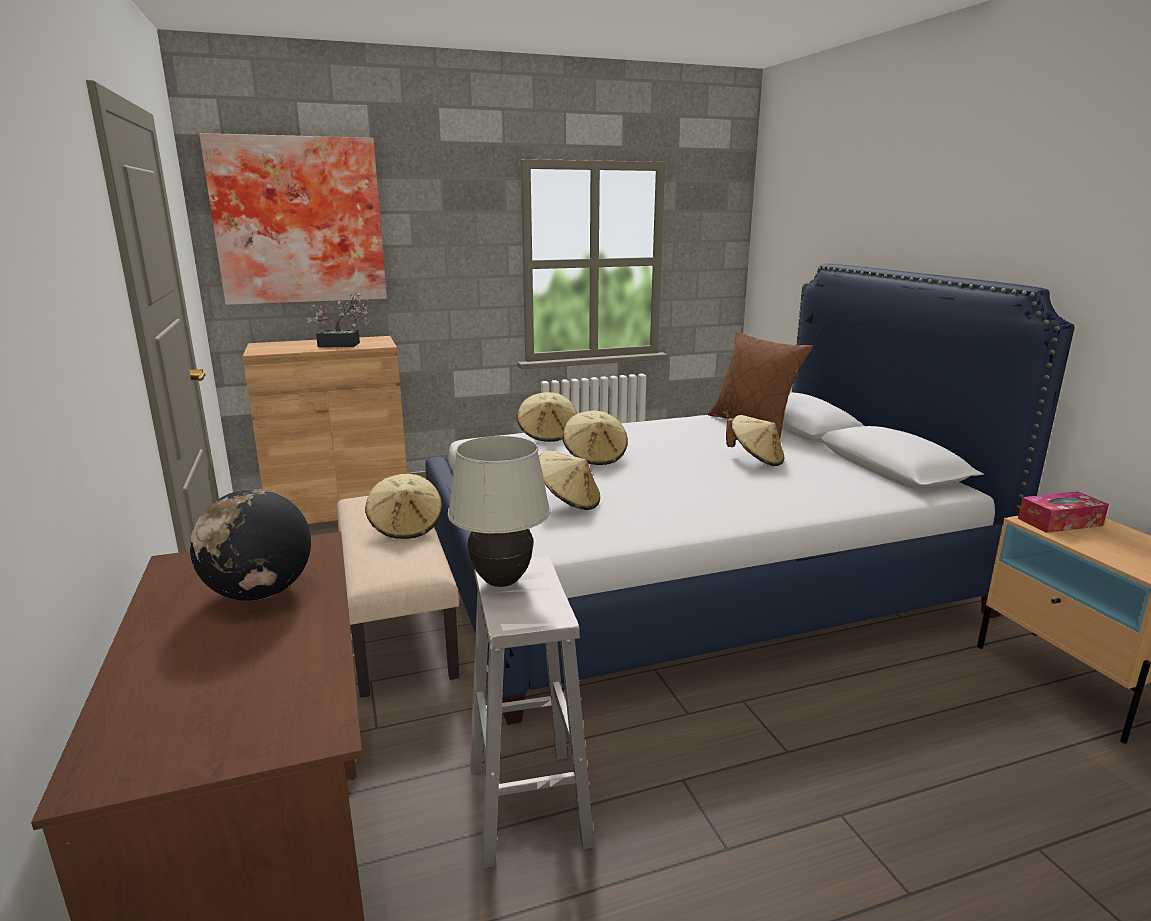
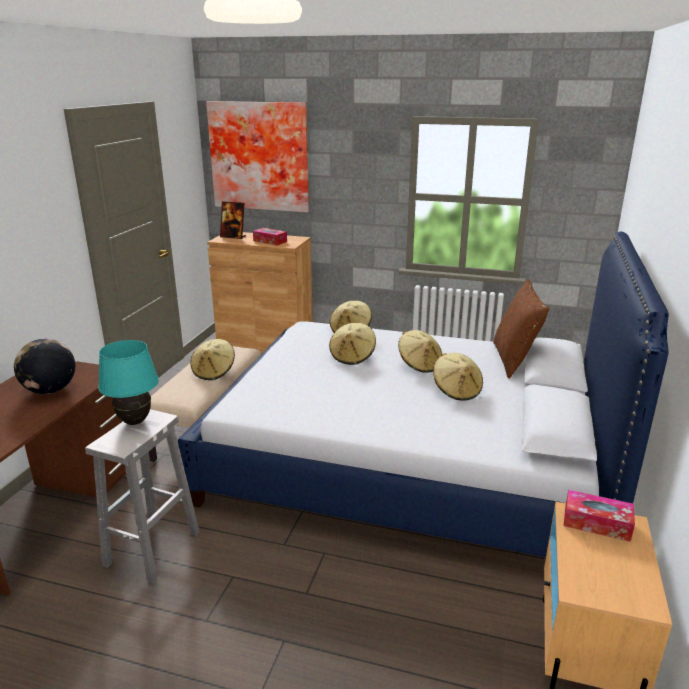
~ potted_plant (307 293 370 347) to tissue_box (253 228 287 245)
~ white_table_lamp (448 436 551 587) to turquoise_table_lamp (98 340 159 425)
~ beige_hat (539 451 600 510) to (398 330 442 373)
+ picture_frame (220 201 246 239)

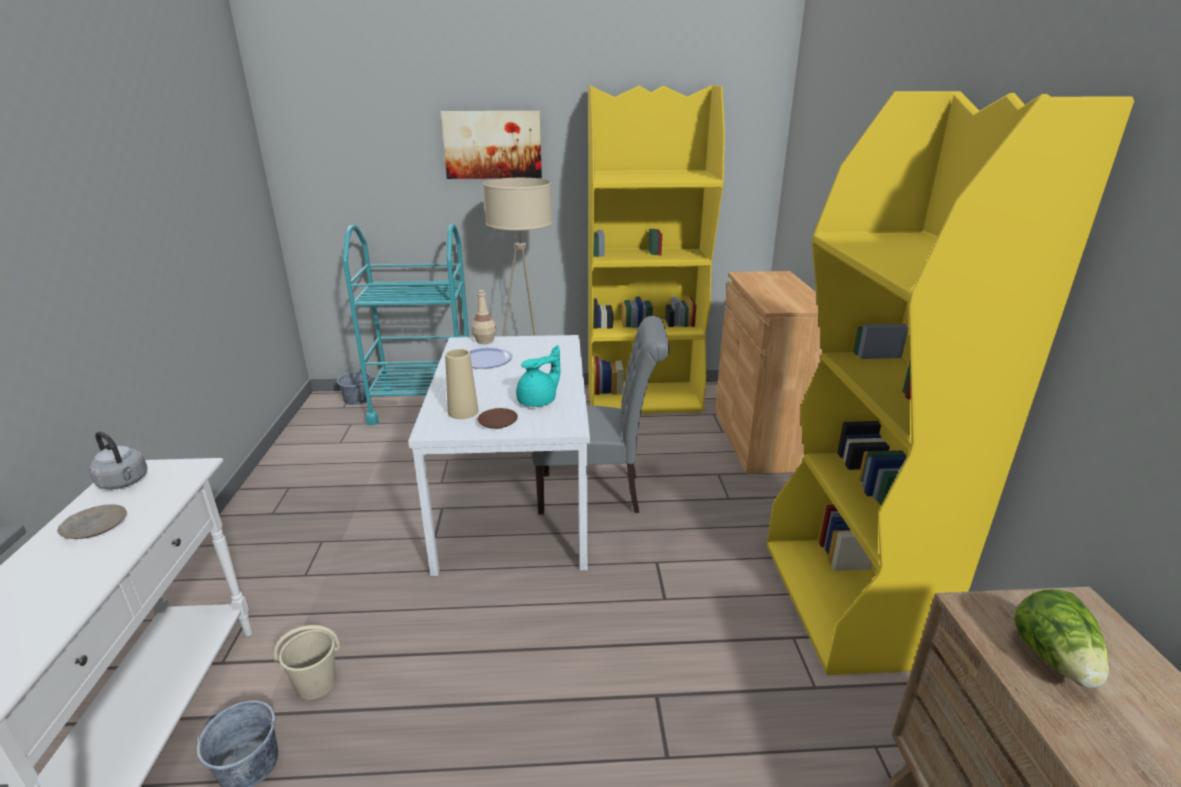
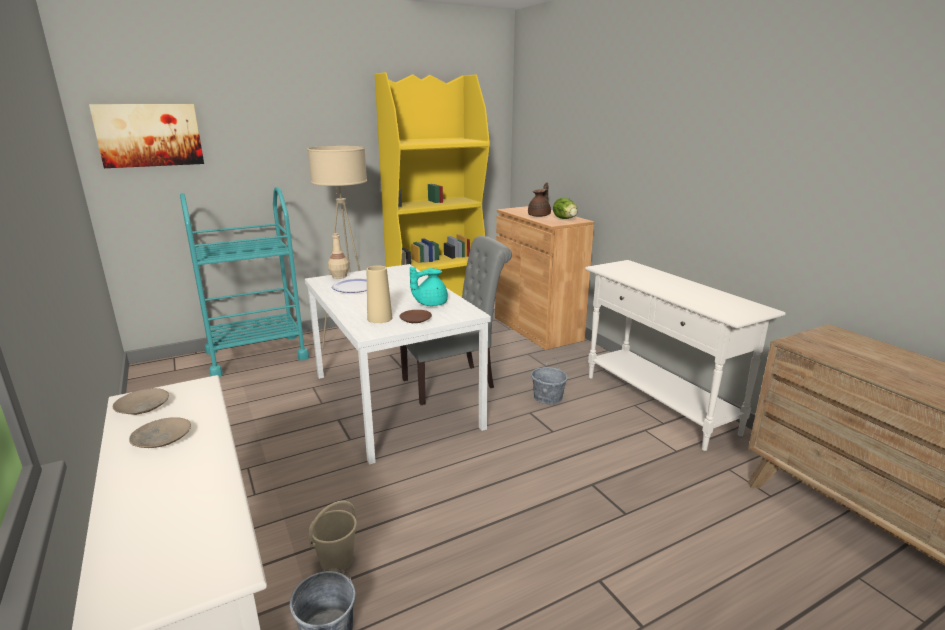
~ grey_kettle (89 431 147 489) to beige_plate (113 388 169 415)
~ grey_bucket (336 363 371 405) to (531 358 568 404)
~ picture (441 111 542 179) to (89 104 204 168)
~ turquoise_teapot (516 345 560 407) = (410 267 448 306) 150 degrees counterclockwise
~ yellow_bookcase (767 91 1134 675) to white_console_table (585 260 786 451)
~ lettuce (1014 589 1109 688) to (553 197 578 219)
+ brown_teapot (528 182 551 217)

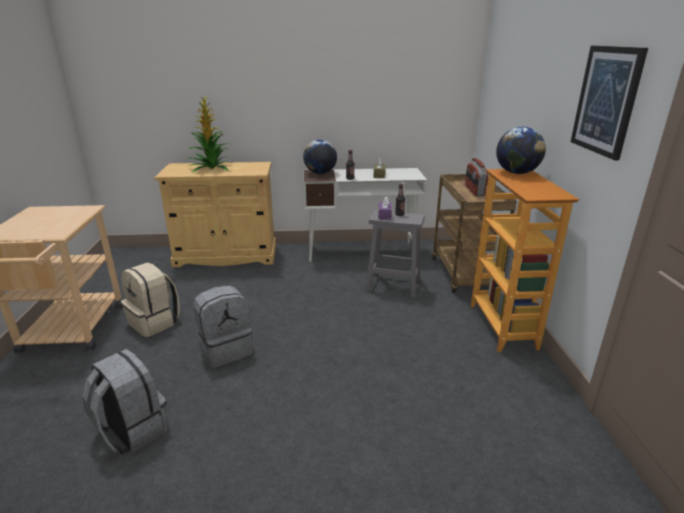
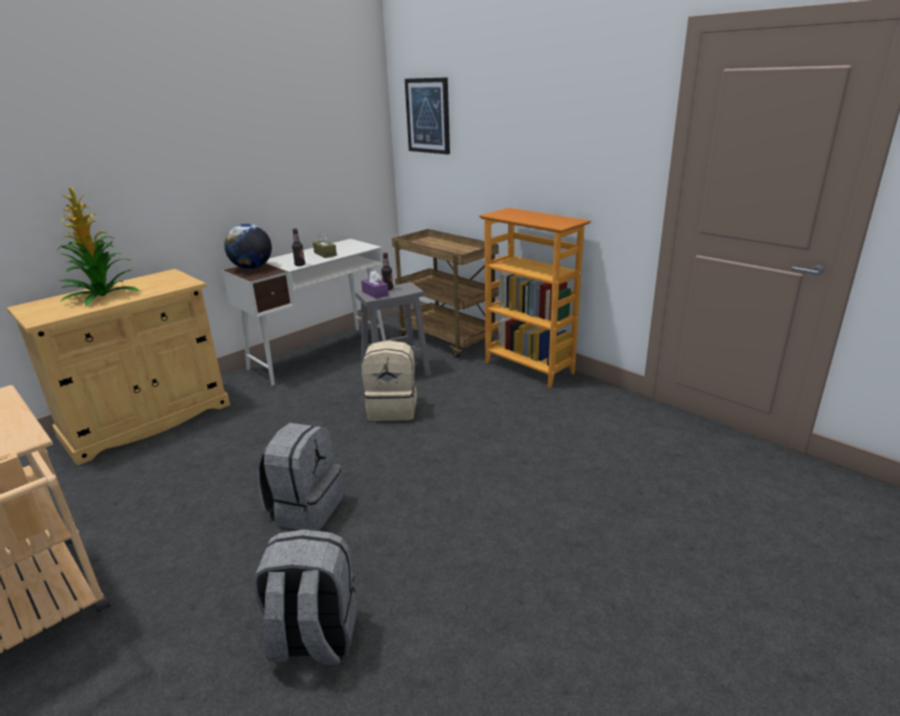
~ beige_backpack (121 262 180 337) to (362 340 417 421)
- radio (465 158 488 196)
- globe (496 127 546 174)
~ picture (571 45 648 160) to (405 77 450 154)

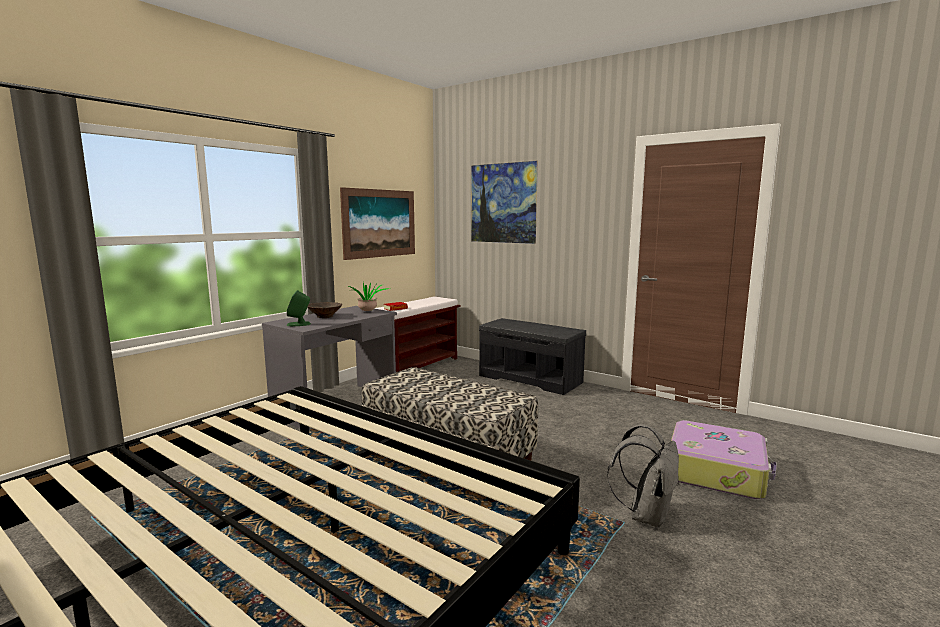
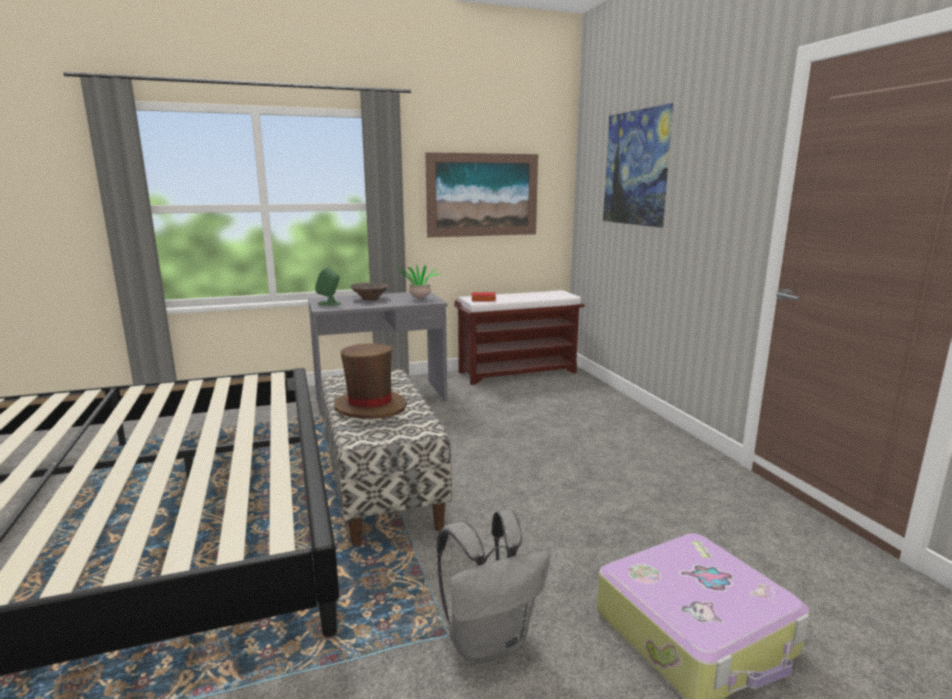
- grey_bench (479 318 586 395)
+ brown_hat (334 343 407 419)

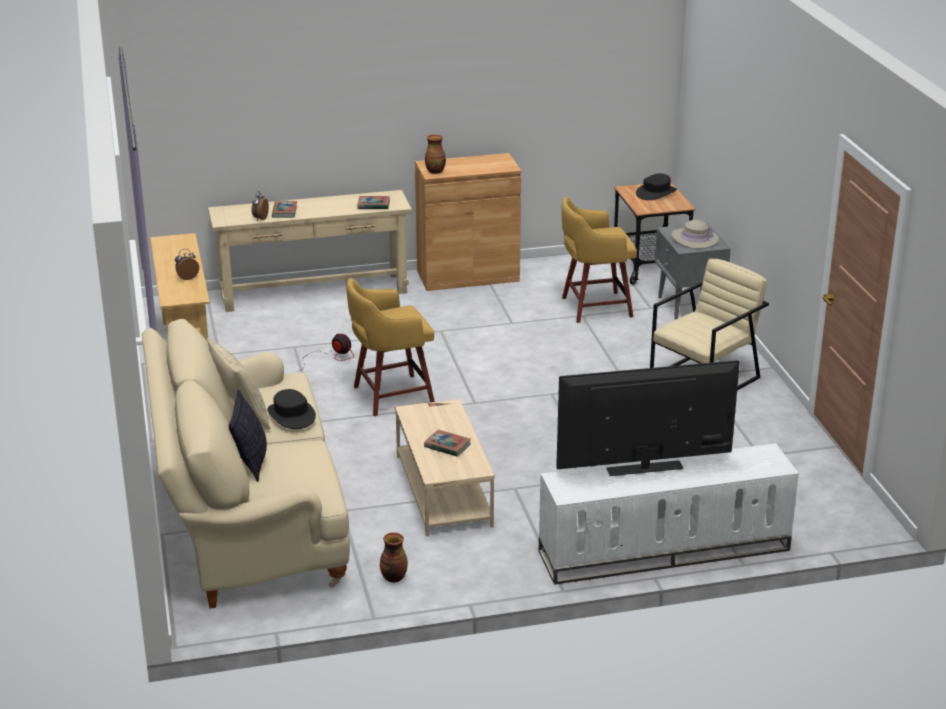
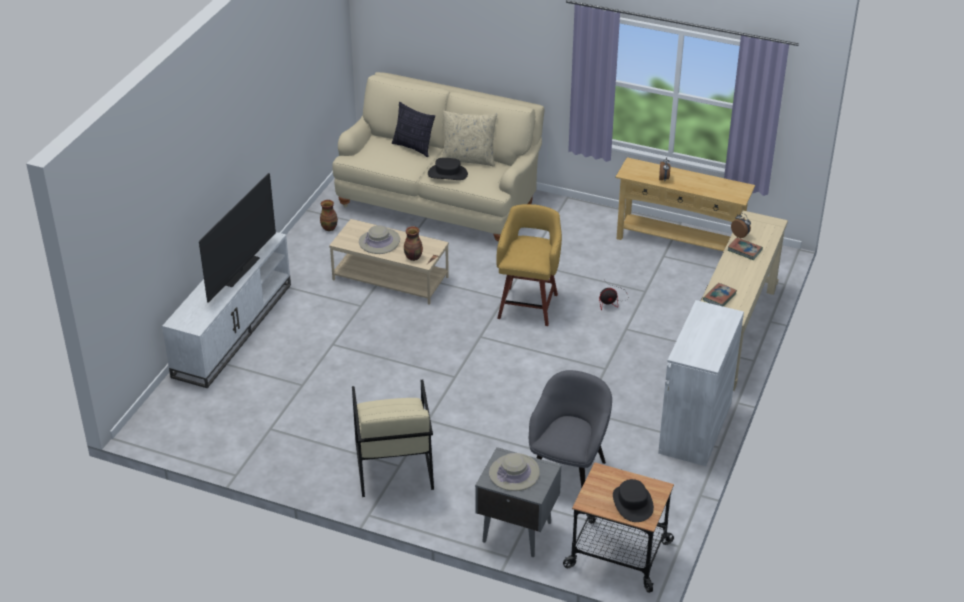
~ brown_cabinet (415 153 521 291) to white_cabinet (658 300 744 466)
~ book (424 430 471 457) to beige_hat (359 225 400 254)
~ vase (425 134 446 174) to (404 227 423 261)
~ yellow_stool (561 197 637 323) to grey_armchair (529 370 612 488)

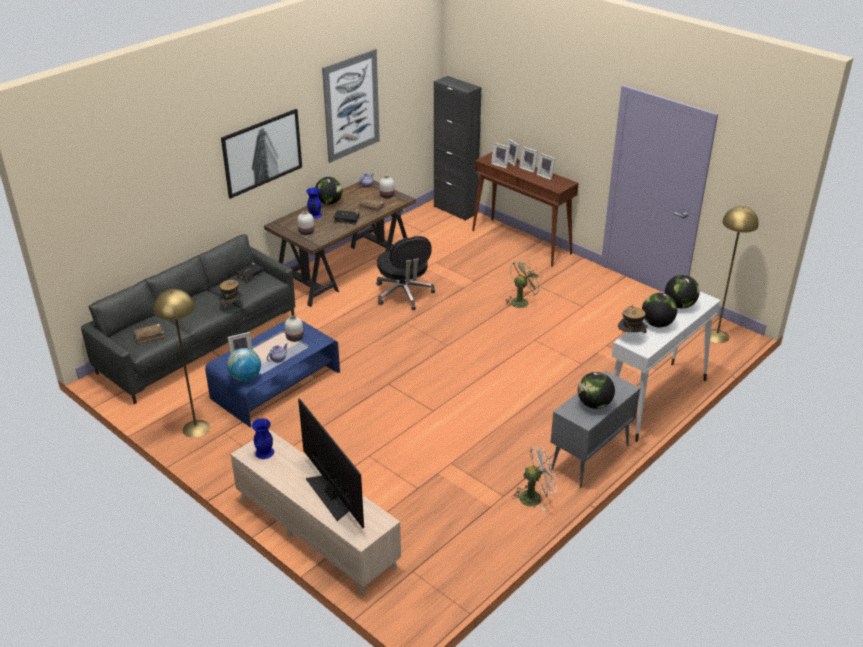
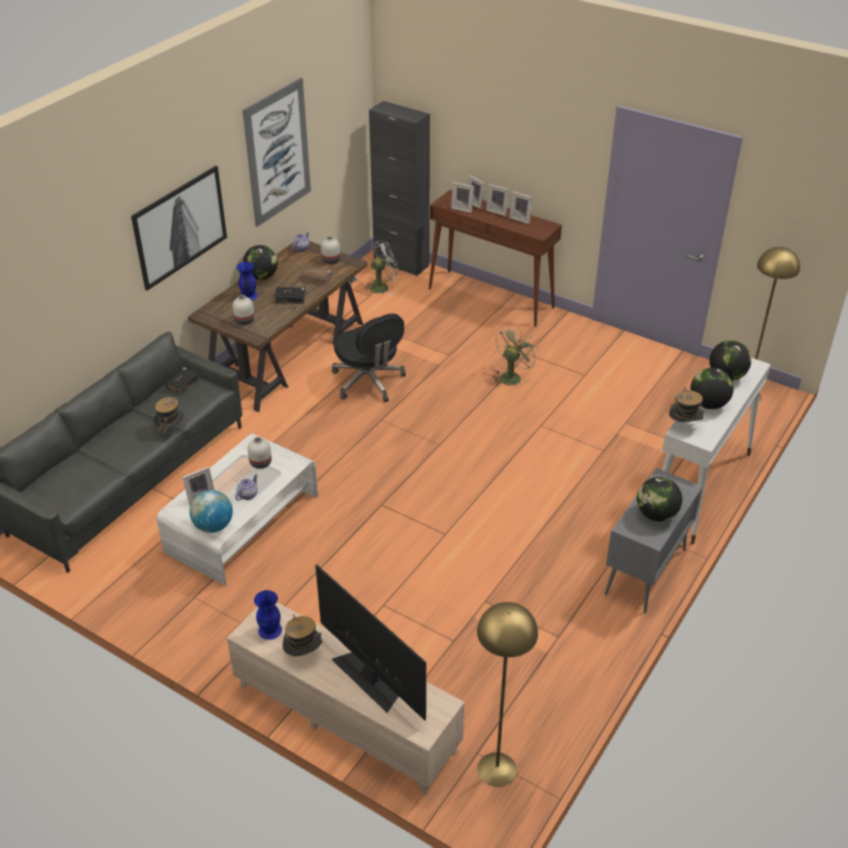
- brown_book (134 323 164 344)
~ yellow_floor_lamp (154 289 210 438) to (477 602 538 787)
~ blue_coffee_table (205 320 340 427) to white_coffee_table (157 433 318 586)
~ white_fan (512 446 557 511) to (363 240 400 295)
+ hat (283 615 322 657)

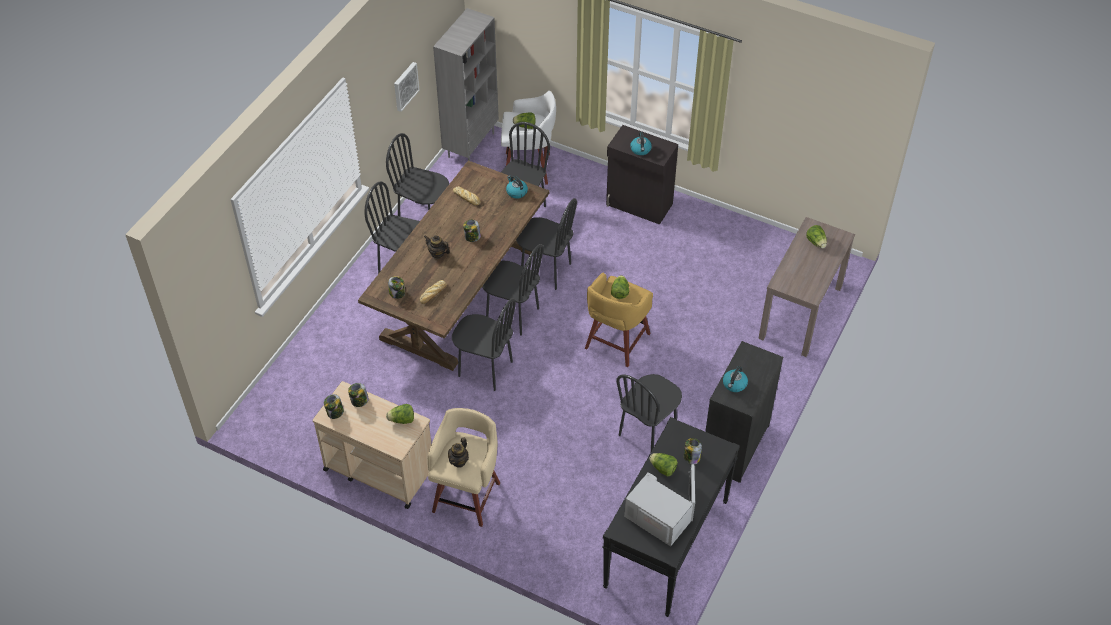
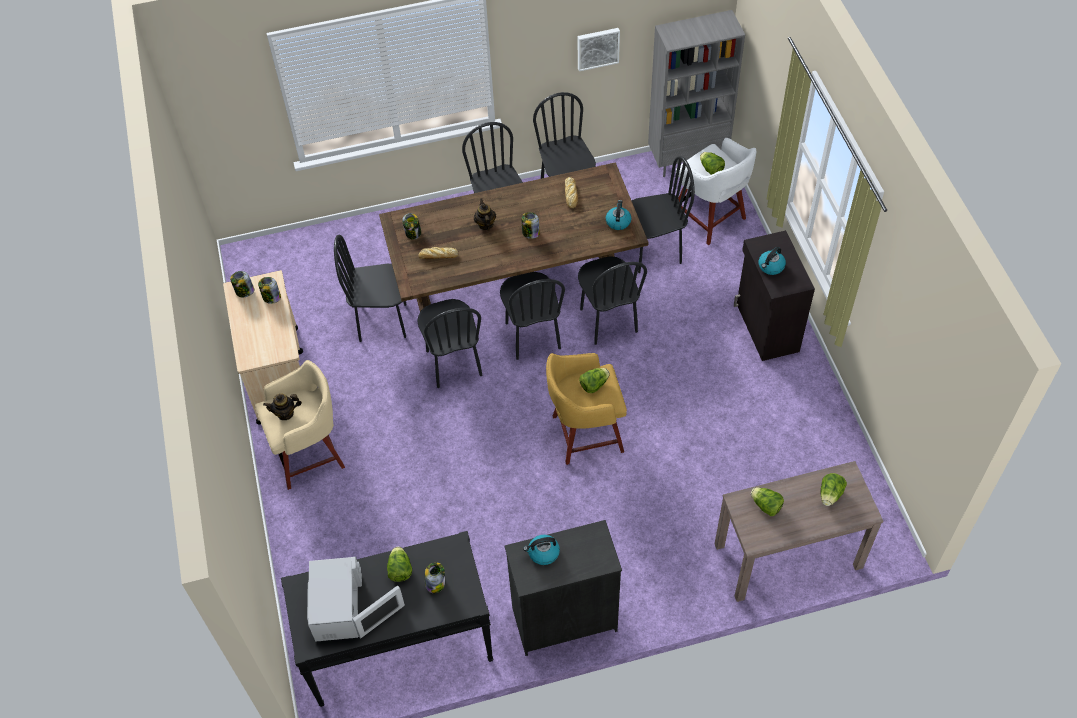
~ lettuce (386 404 414 424) to (751 487 784 516)
~ black_chair (616 374 682 451) to (334 235 407 342)

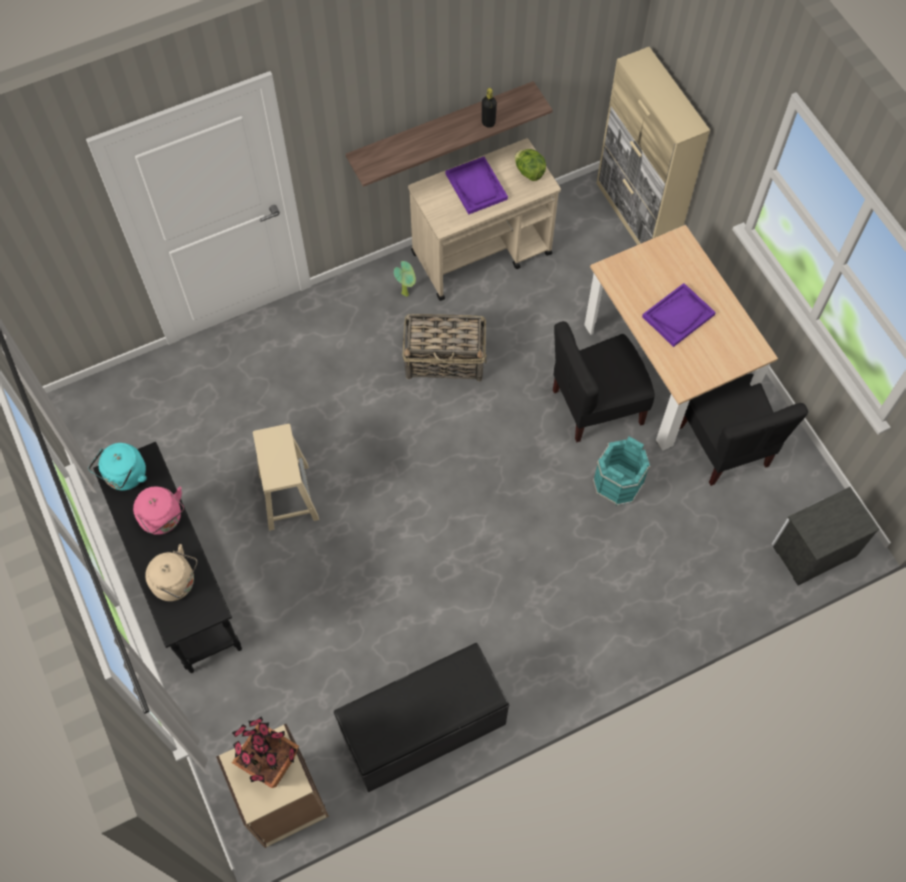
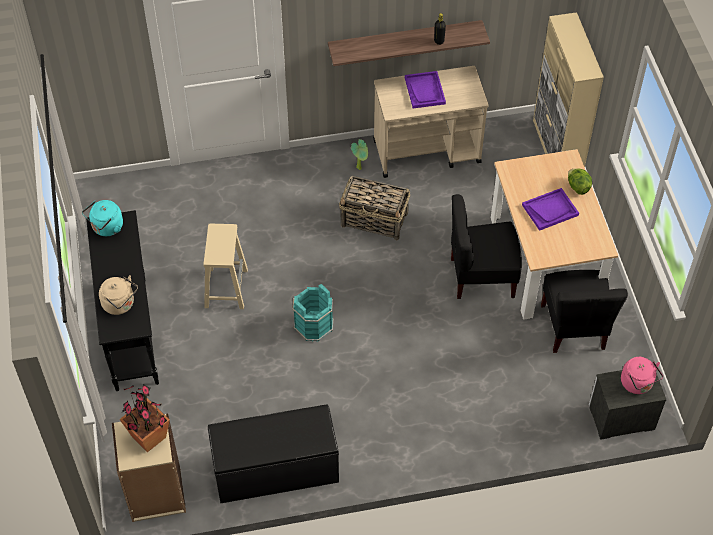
~ pink_kettle (133 486 184 535) to (621 357 663 394)
~ lettuce (514 149 546 181) to (568 169 592 195)
~ turquoise_bucket (593 436 650 506) to (292 284 333 342)

